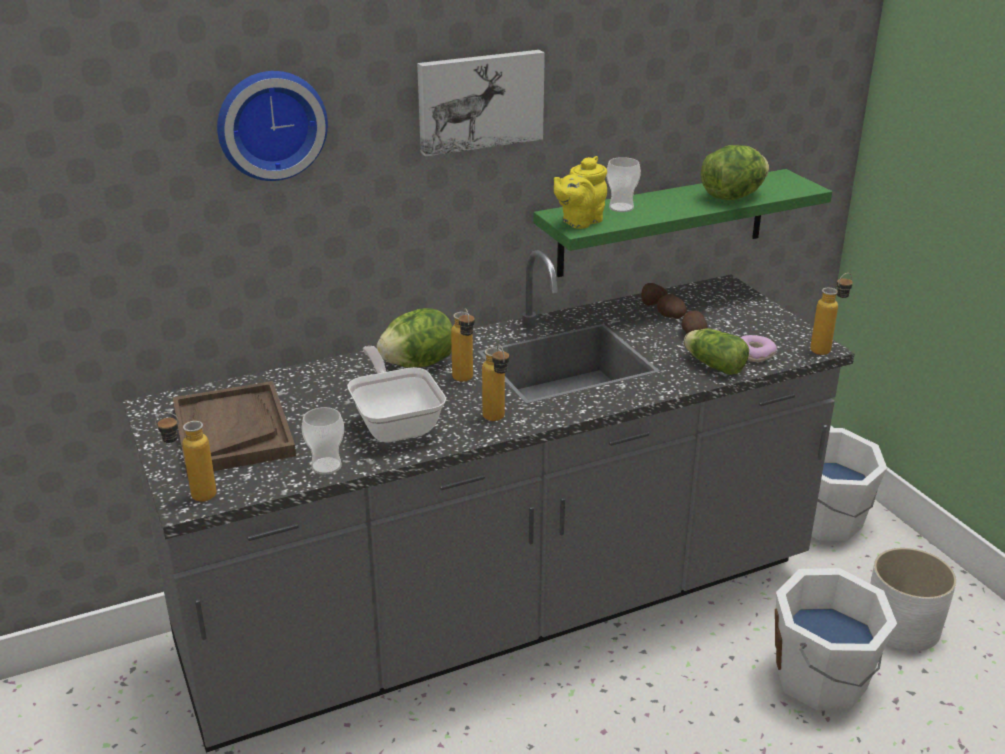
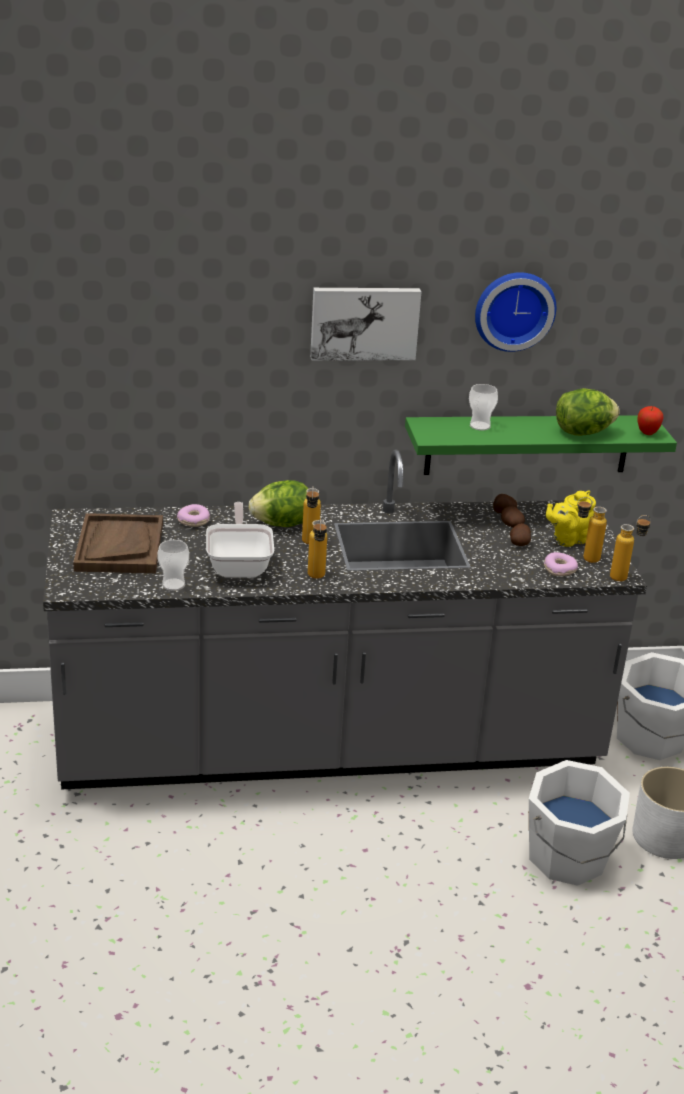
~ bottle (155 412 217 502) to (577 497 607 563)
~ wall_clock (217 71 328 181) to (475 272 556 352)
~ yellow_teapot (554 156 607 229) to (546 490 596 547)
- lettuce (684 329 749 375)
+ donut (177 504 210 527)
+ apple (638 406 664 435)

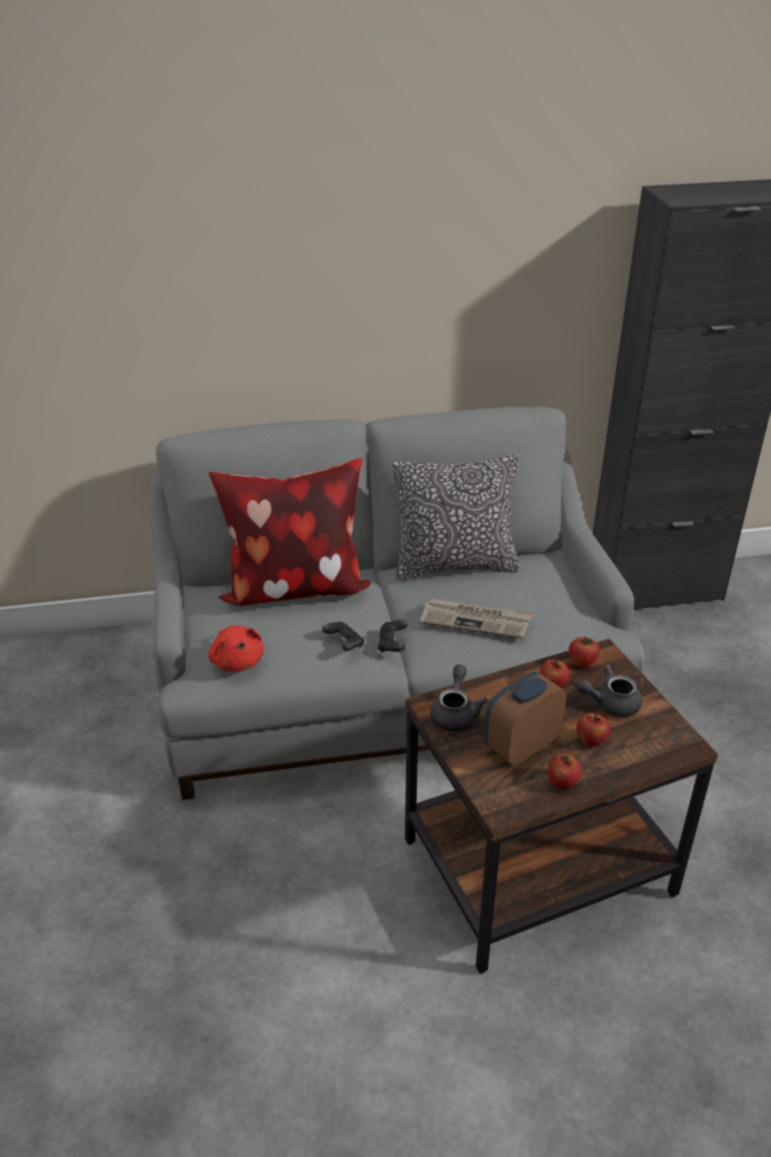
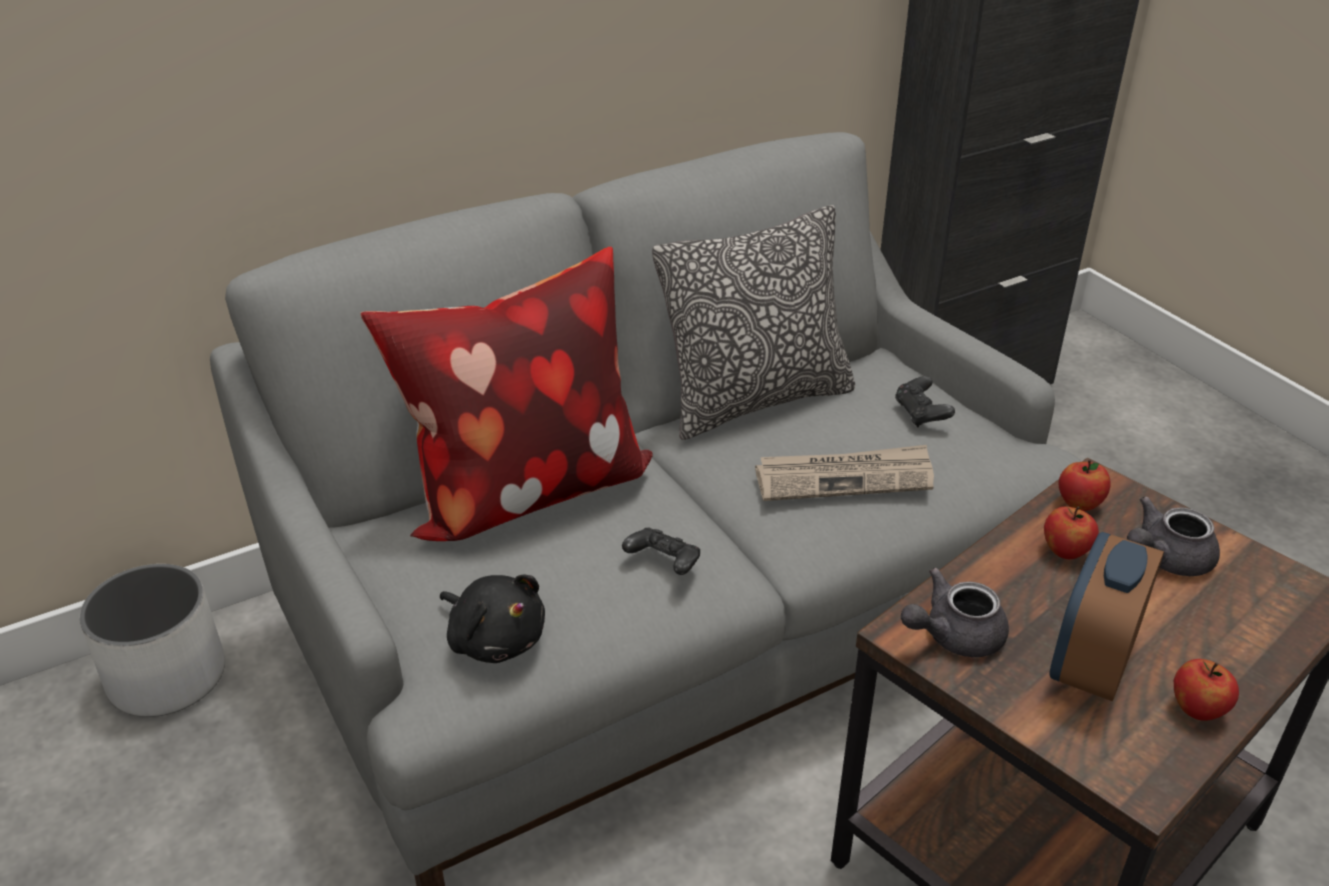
~ red_plush_toy (208 625 264 672) to black_plush_toy (440 574 545 663)
~ black_game_controller (378 620 408 653) to (895 376 955 427)
~ grey_teapot (430 664 488 731) = (901 568 1009 657) 105 degrees counterclockwise
- apple (576 713 610 746)
+ white_planter (79 564 225 717)

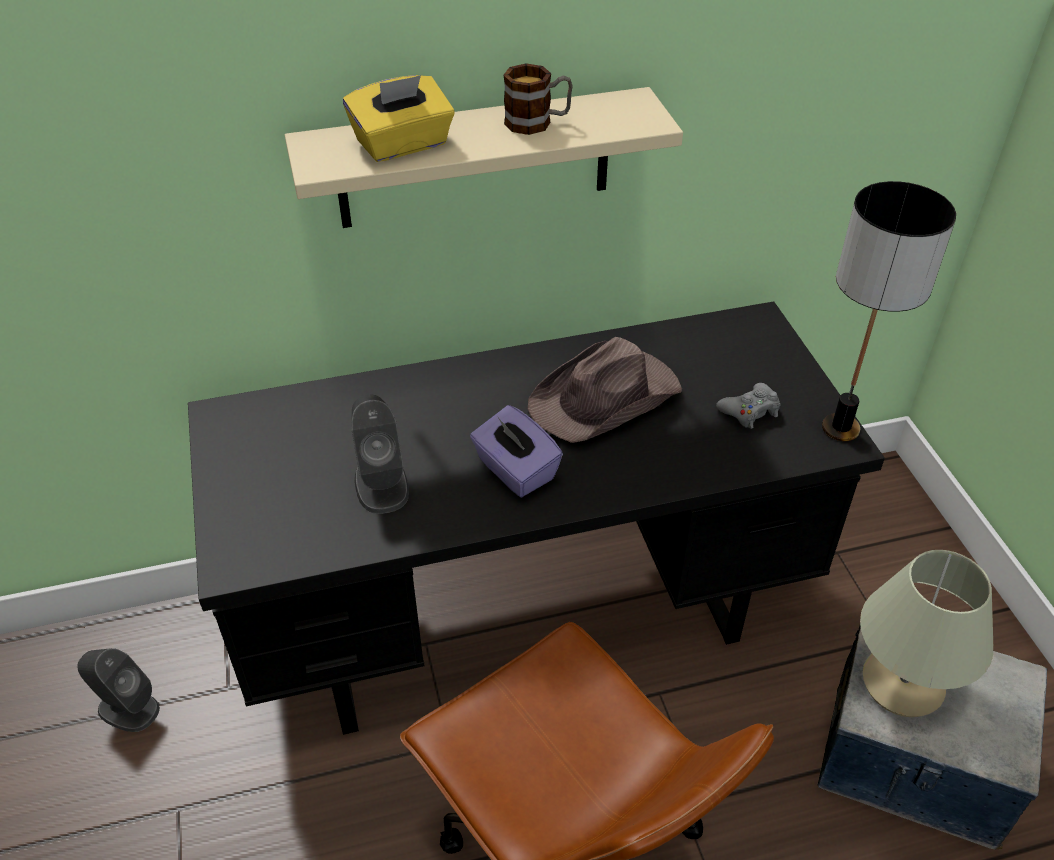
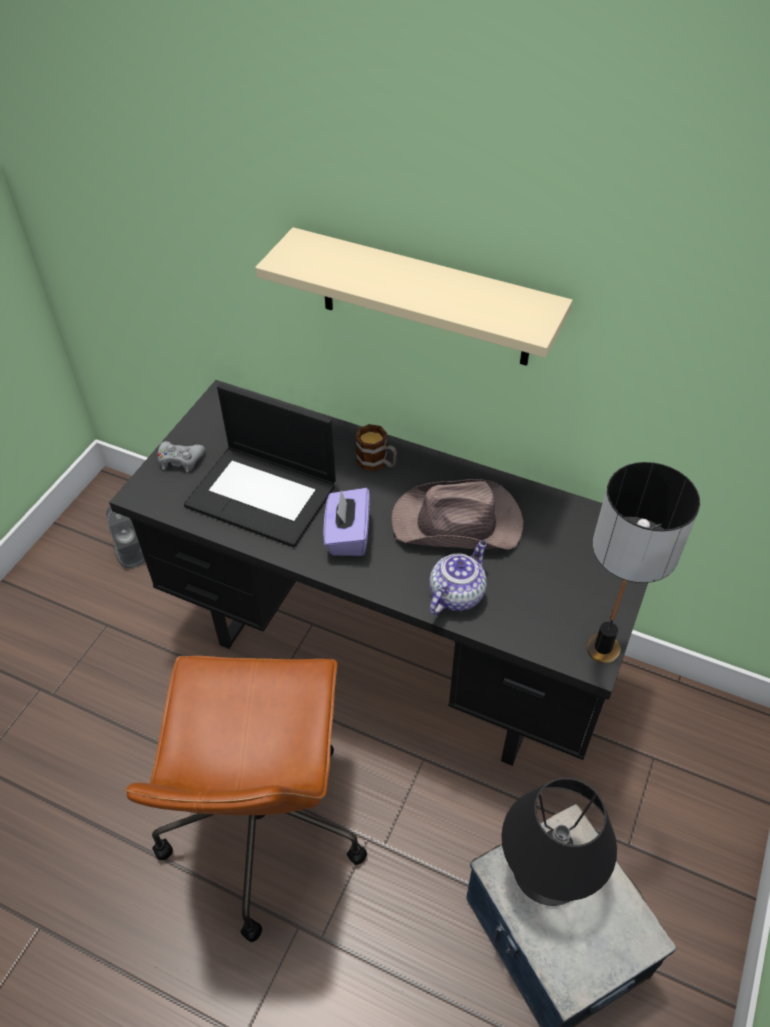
- yellow_tissue_box (343 75 455 162)
~ grey_speaker (352 395 409 514) to laptop (184 384 336 548)
~ mug (503 63 573 135) to (356 424 397 471)
~ grey_game_controller (716 383 781 429) to (158 441 205 472)
~ beige_table_lamp (860 550 993 717) to black_table_lamp (501 778 617 906)
+ teapot (429 540 487 615)

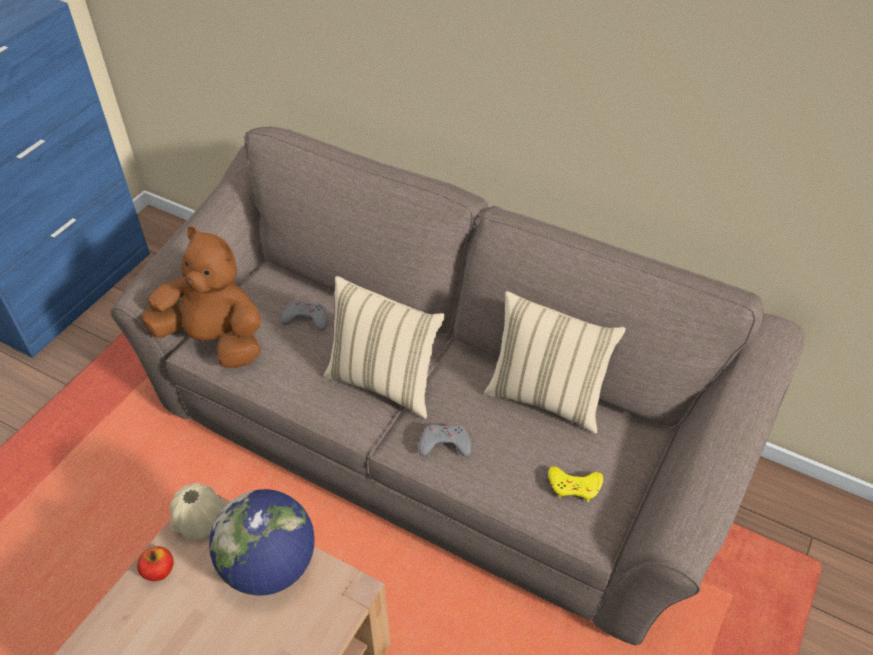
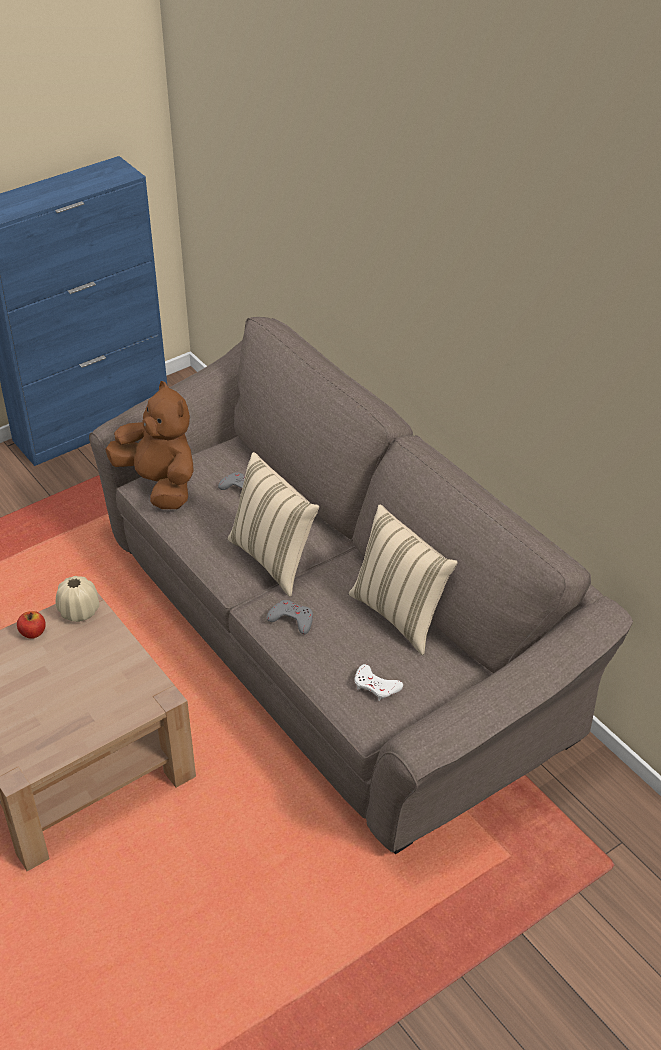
- globe (209 489 314 596)
~ yellow_game_controller (548 466 603 502) to white_game_controller (355 664 403 701)

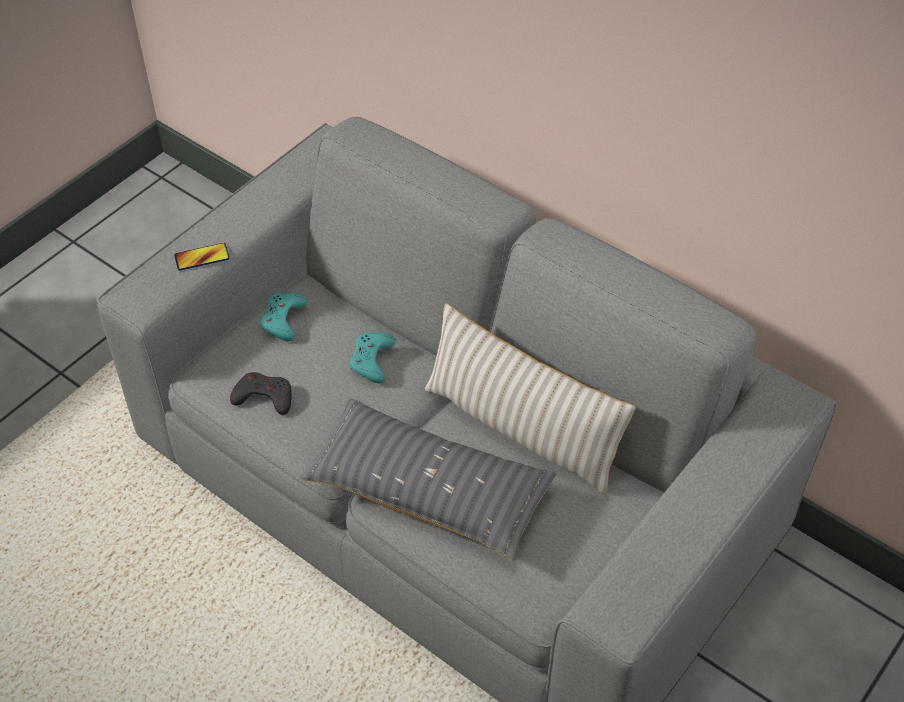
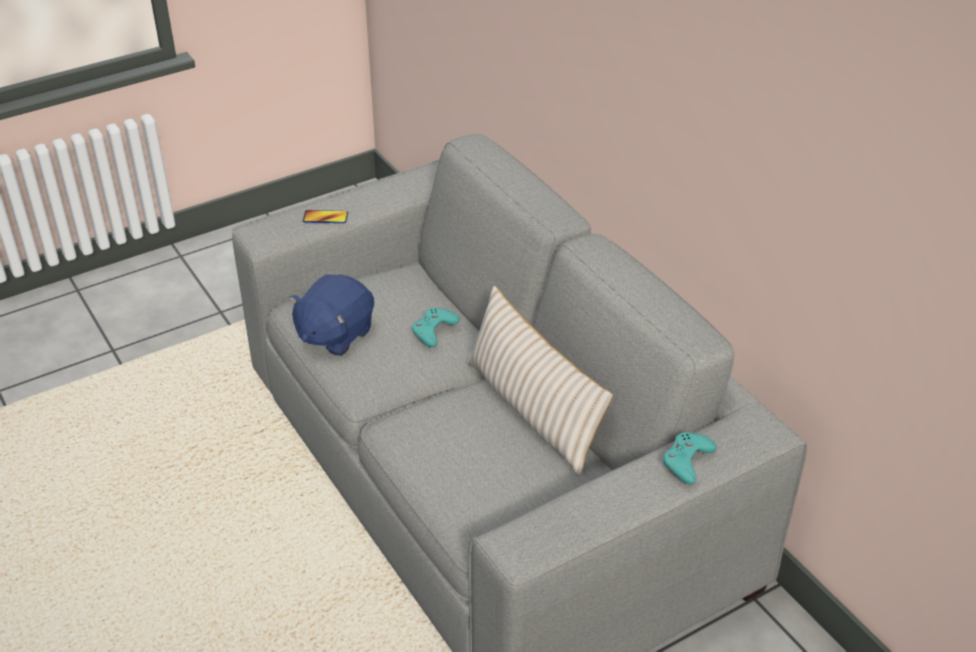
~ grey_game_controller (230 372 292 415) to blue_plush_toy (289 274 374 356)
~ turquoise_game_controller (261 293 307 342) to (663 432 717 484)
- grey_pillow (300 398 556 561)

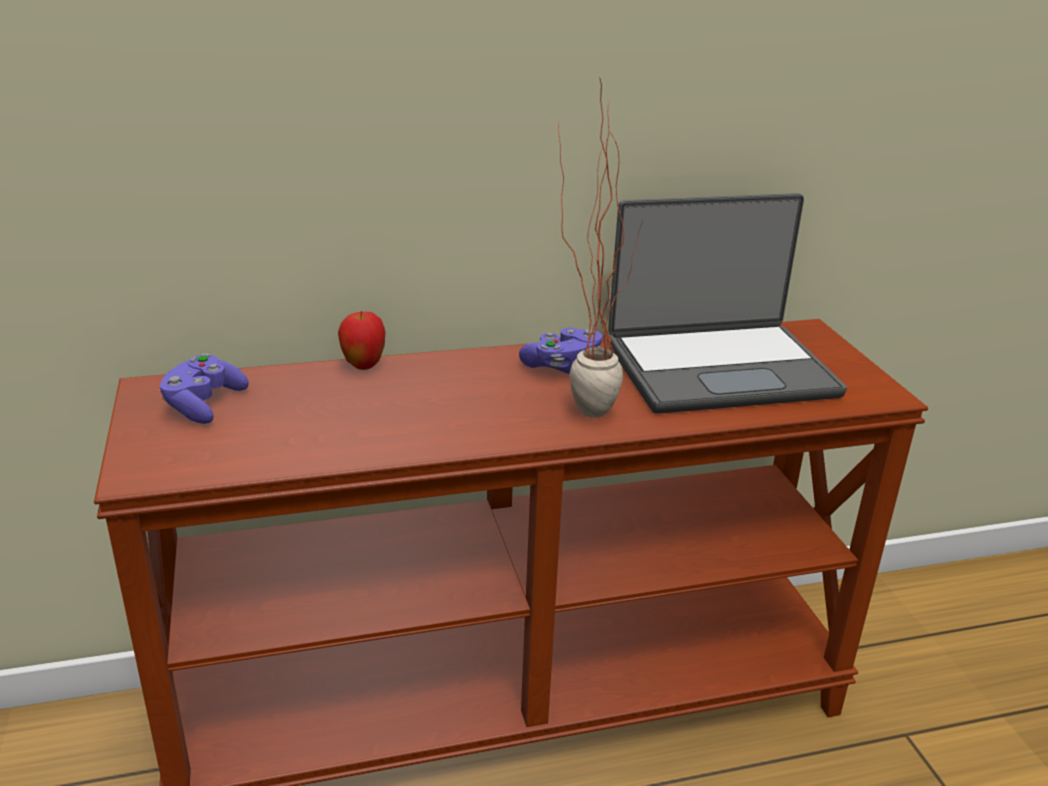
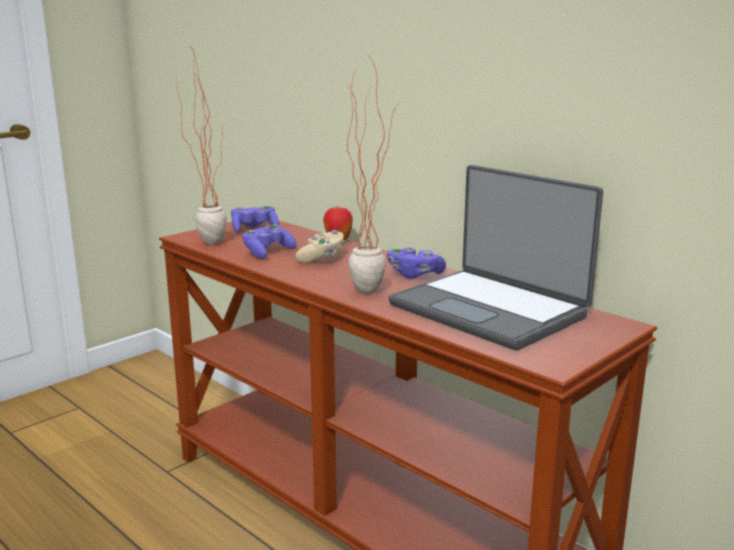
+ potted_plant (176 47 227 245)
+ purple_game_controller (242 225 297 259)
+ beige_game_controller (296 230 345 263)

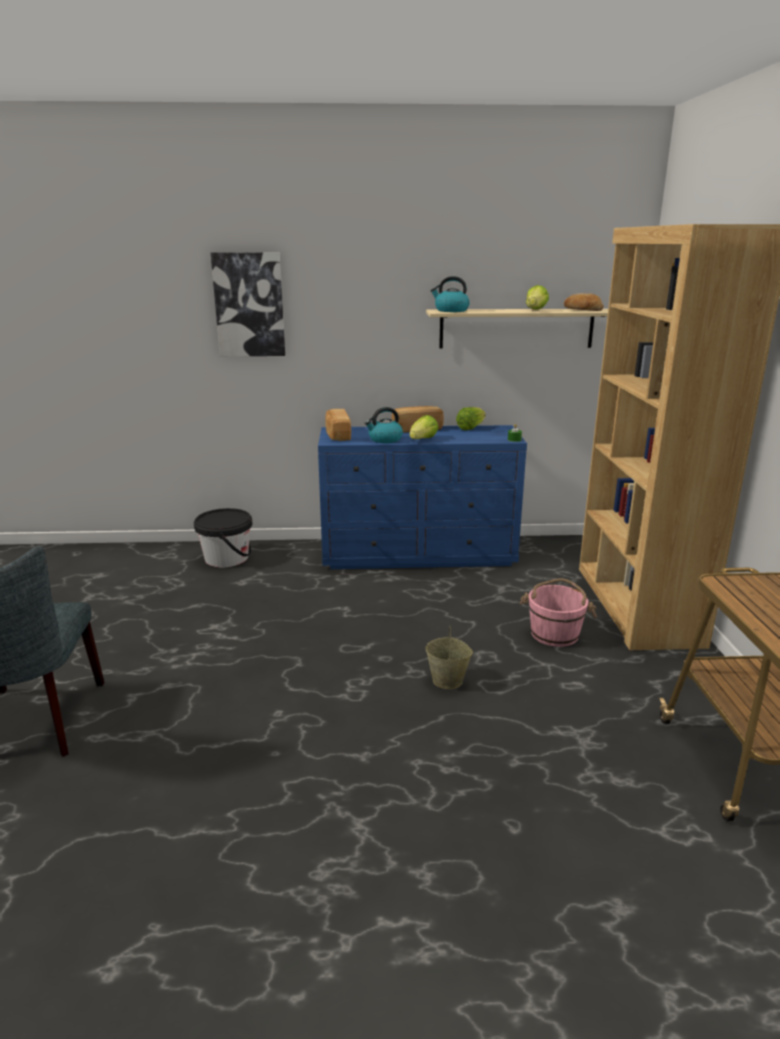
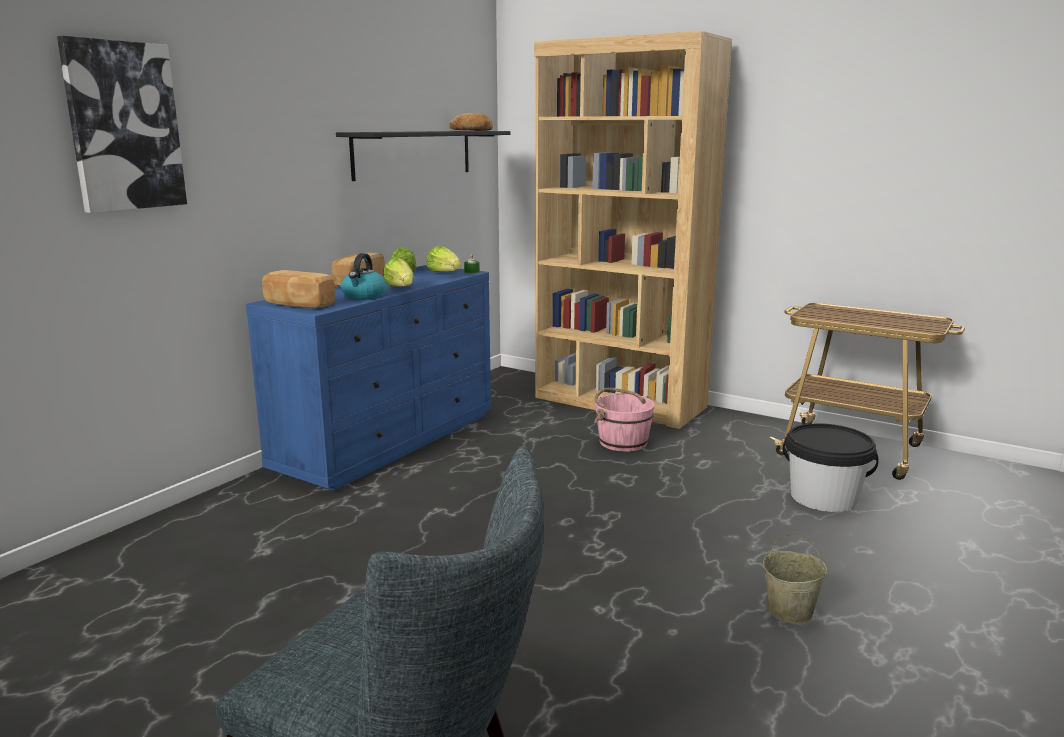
~ black_bucket (194 508 252 567) to (783 423 879 512)
~ beige_bucket (425 626 473 689) to (763 532 827 624)
~ beige_shelf (426 309 608 349) to black_shelf (336 131 510 181)
- kettle (430 276 470 312)
~ lettuce (526 285 549 310) to (427 246 461 272)

